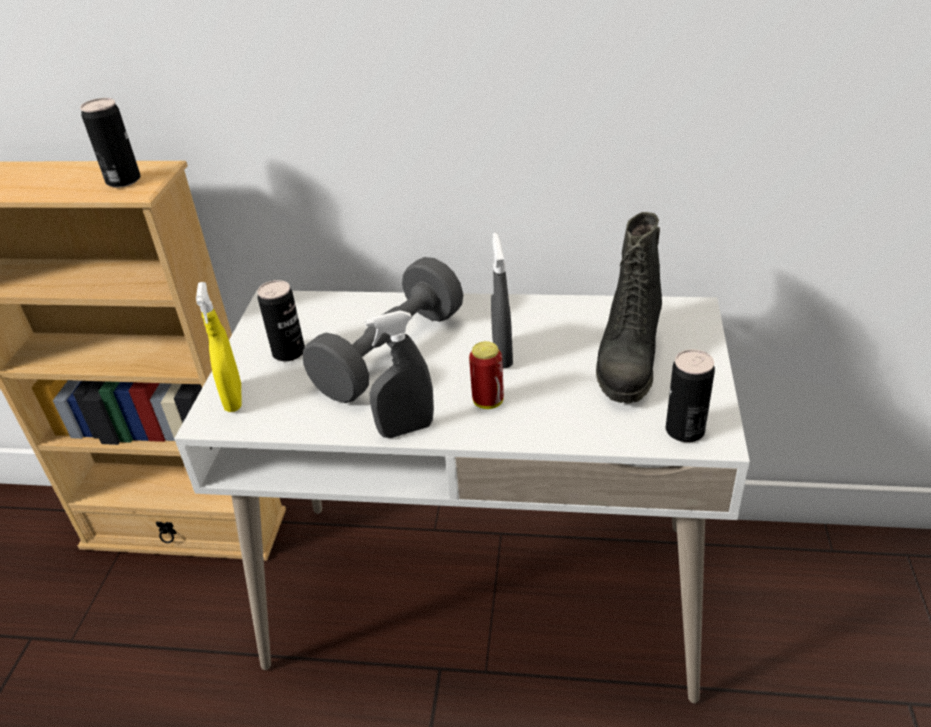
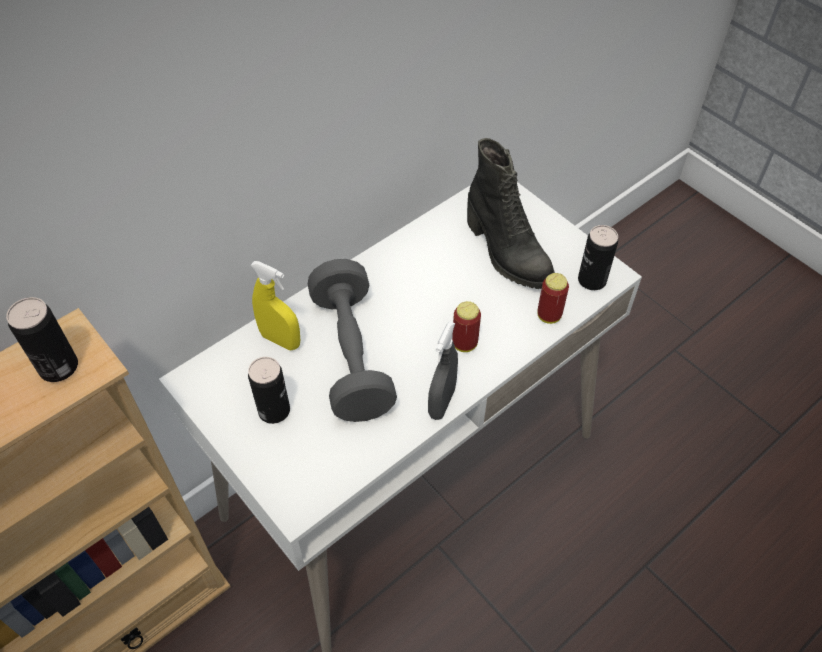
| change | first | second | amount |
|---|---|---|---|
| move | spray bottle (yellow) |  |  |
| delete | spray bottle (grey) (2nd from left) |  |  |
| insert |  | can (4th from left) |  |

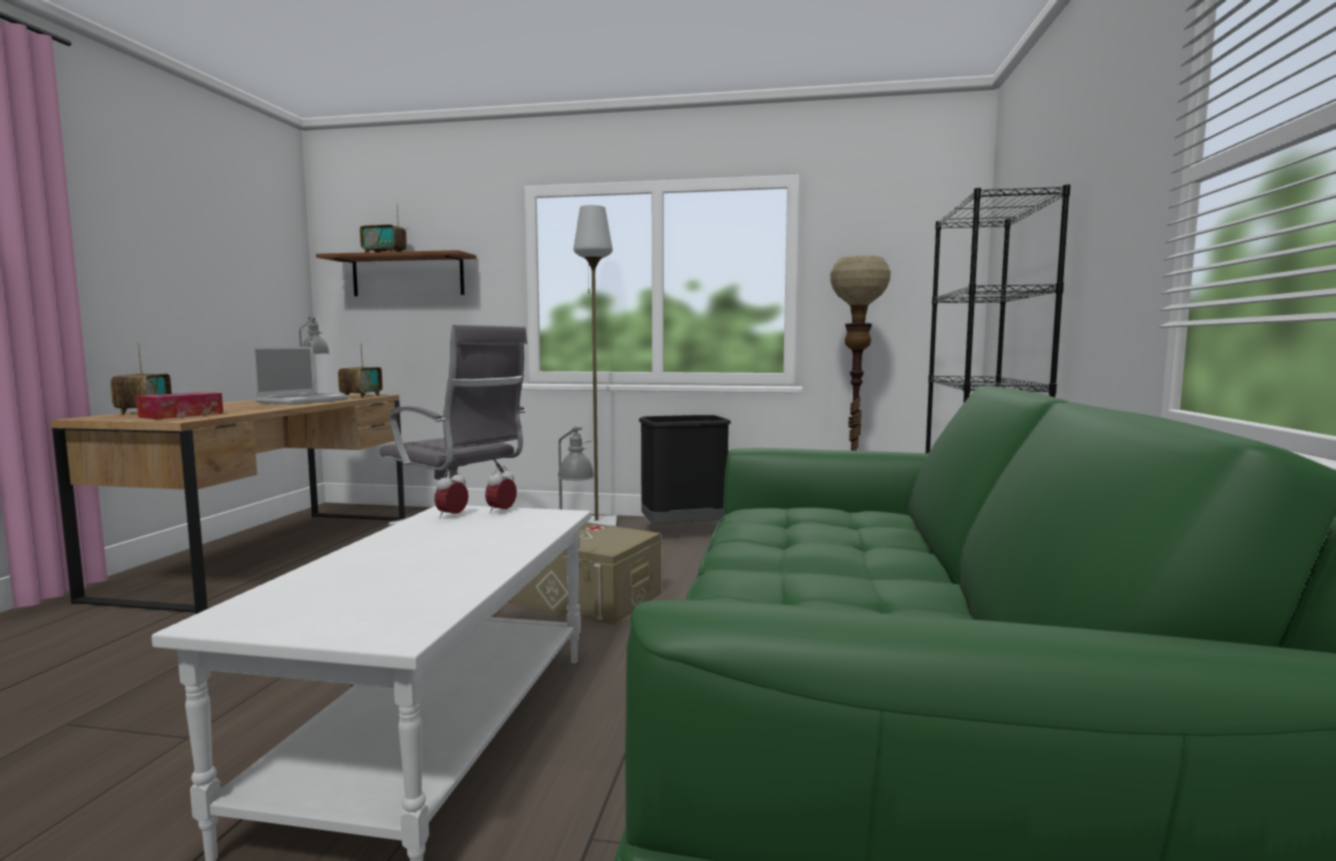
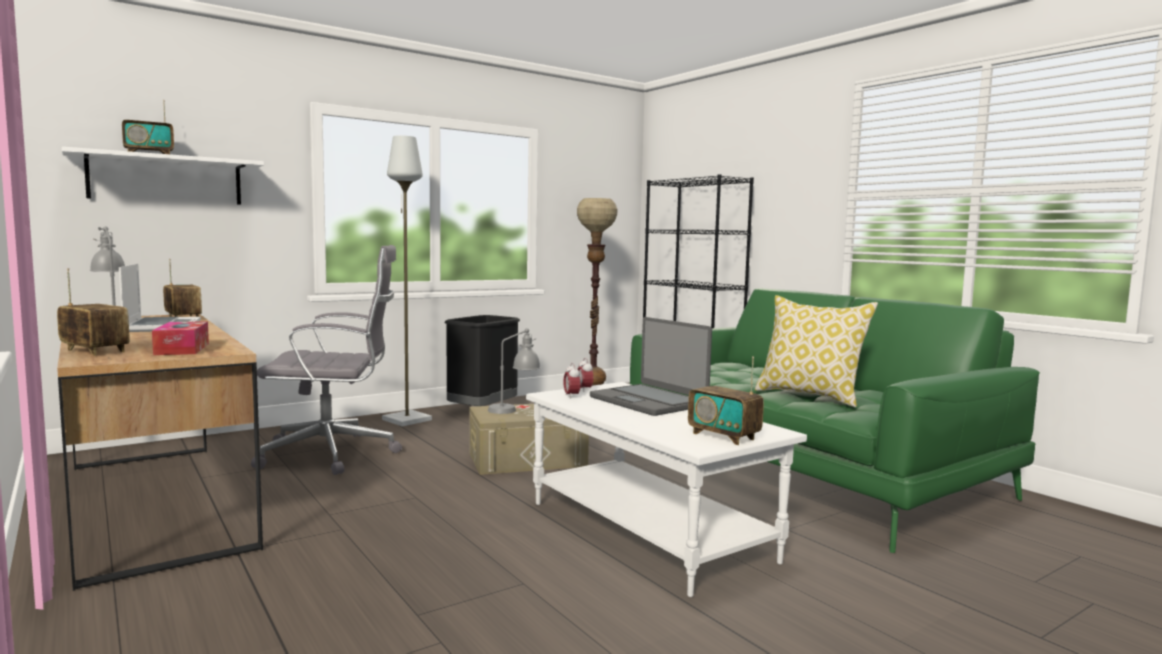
| change | first | second | amount |
|---|---|---|---|
| recolor | shelf (brown) | shelf (white) |  |
| insert |  | laptop (2nd from left) |  |
| insert |  | radio (4th from left) |  |
| insert |  | pillow |  |

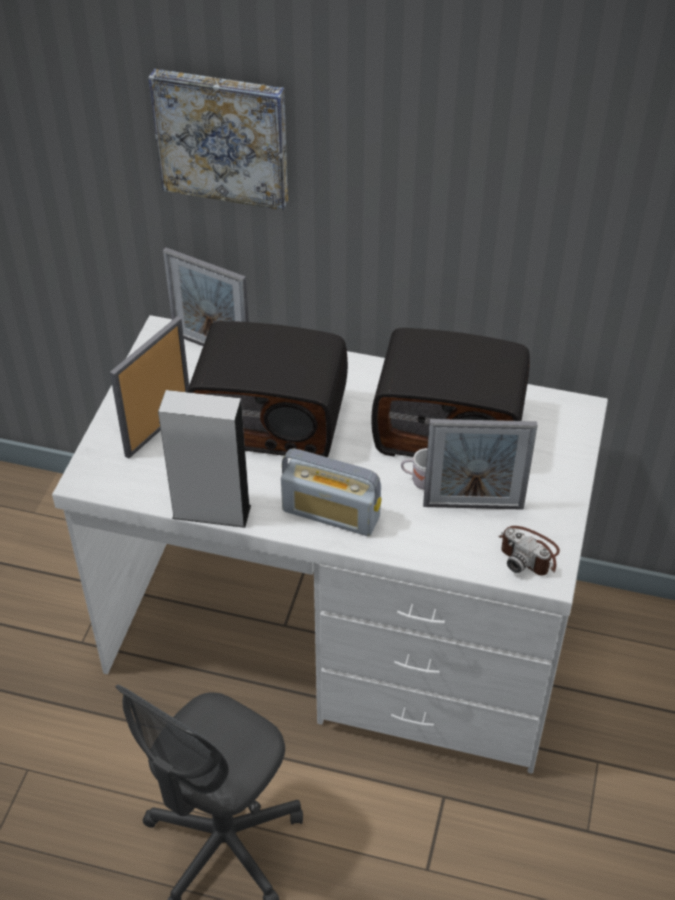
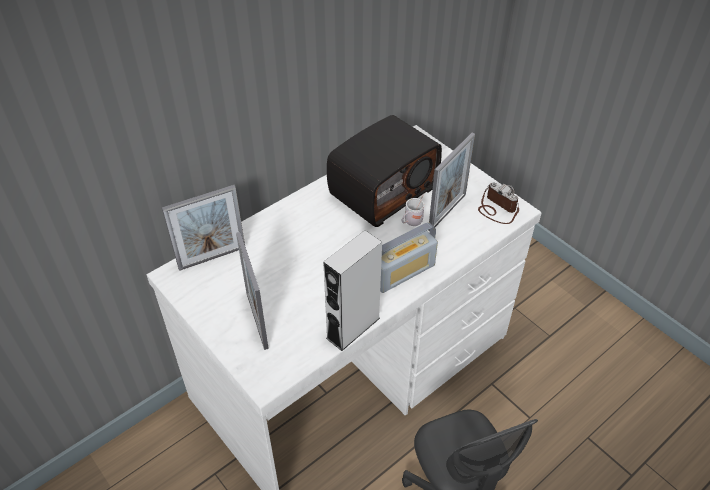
| change | first | second | amount |
|---|---|---|---|
| delete | picture |  |  |
| delete | radio (1st from left) |  |  |
| rotate | photo camera |  | 120 degrees counterclockwise |

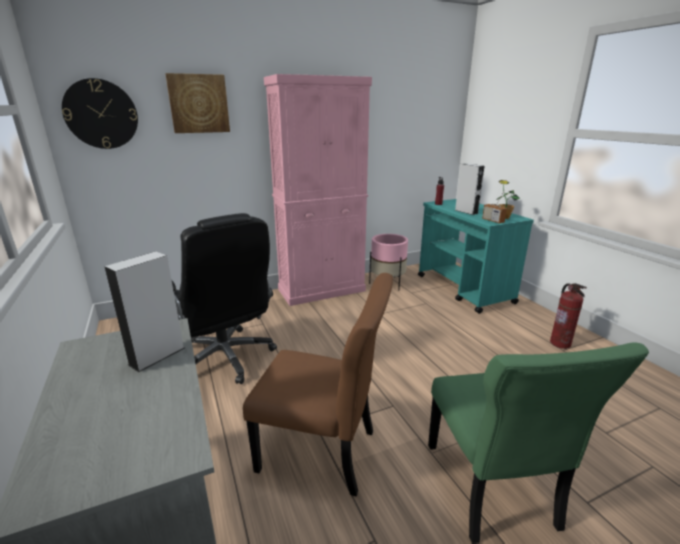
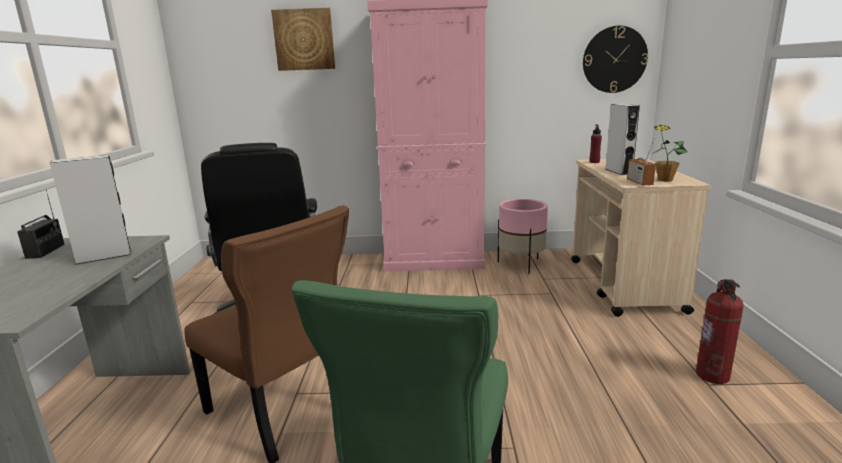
| change | first | second | amount |
|---|---|---|---|
| move | wall clock |  |  |
| recolor | cart (turquoise) | cart (beige) |  |
| insert |  | radio (1st from left) |  |

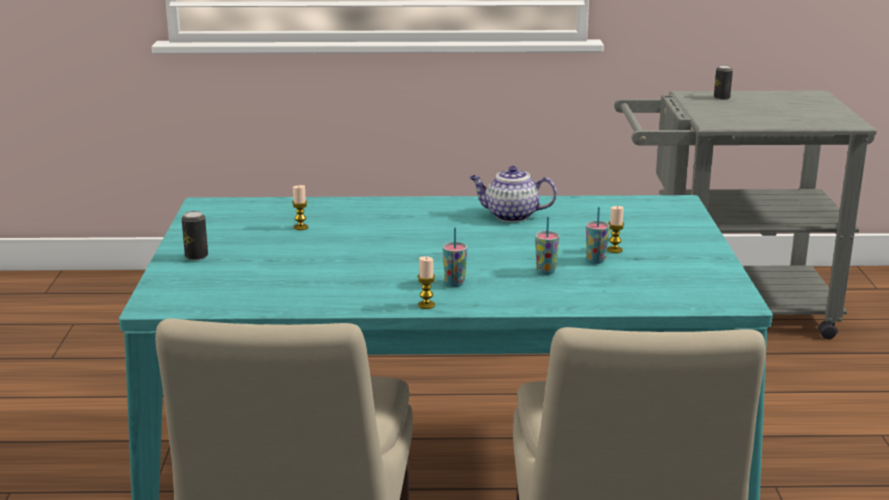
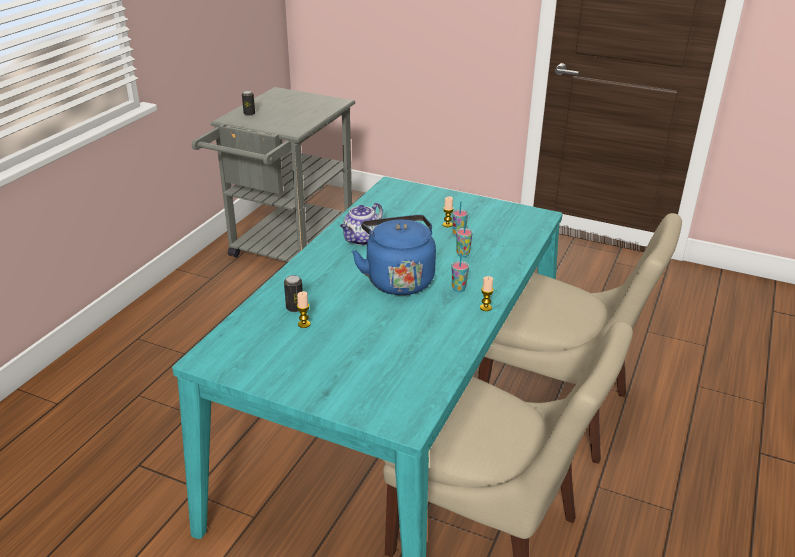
| change | first | second | amount |
|---|---|---|---|
| move | can (1st from left in the first image) | can (2nd from left) |  |
| insert |  | kettle (blue) |  |

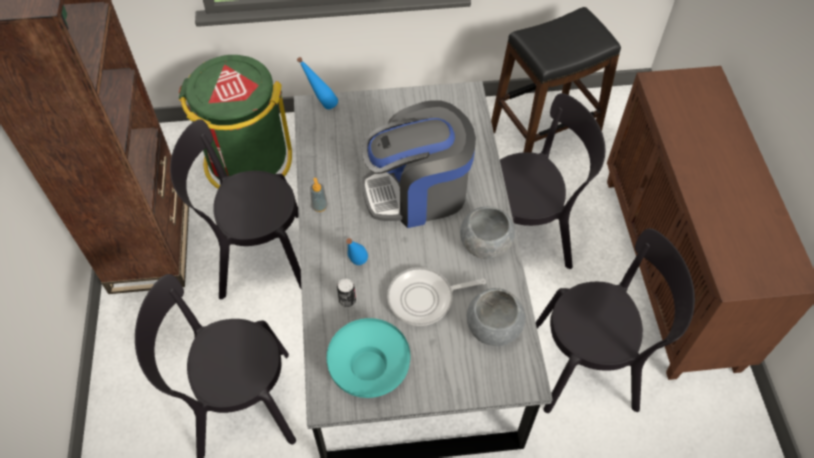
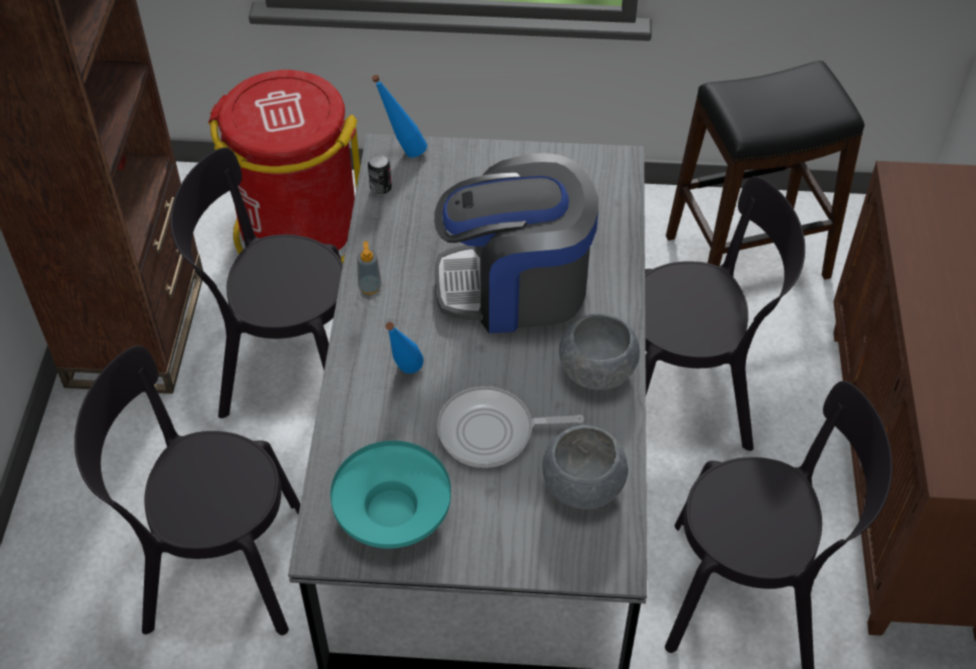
| change | first | second | amount |
|---|---|---|---|
| recolor | trash can (green) | trash can (red) |  |
| move | can |  |  |

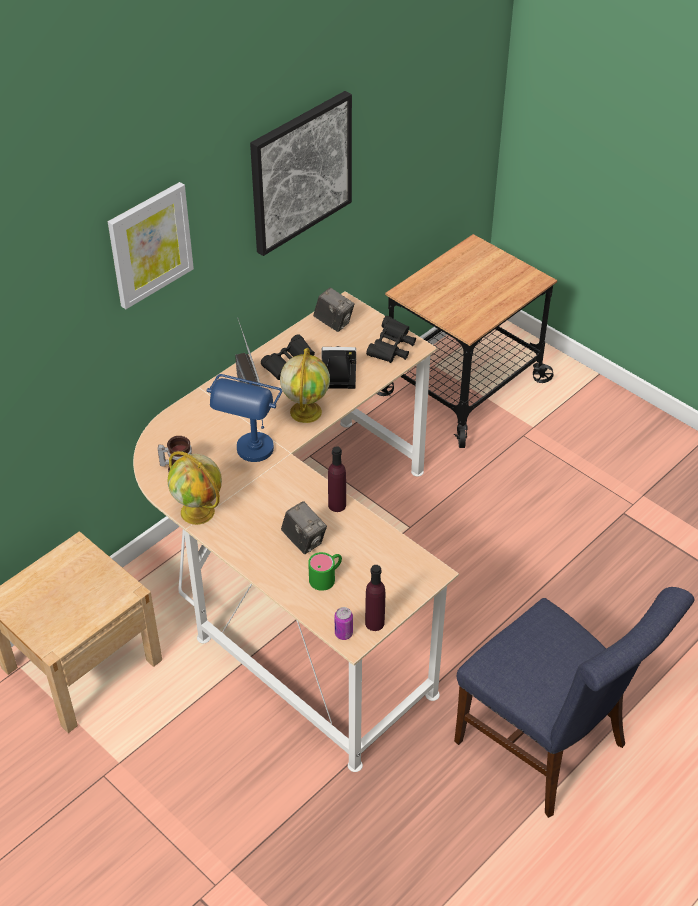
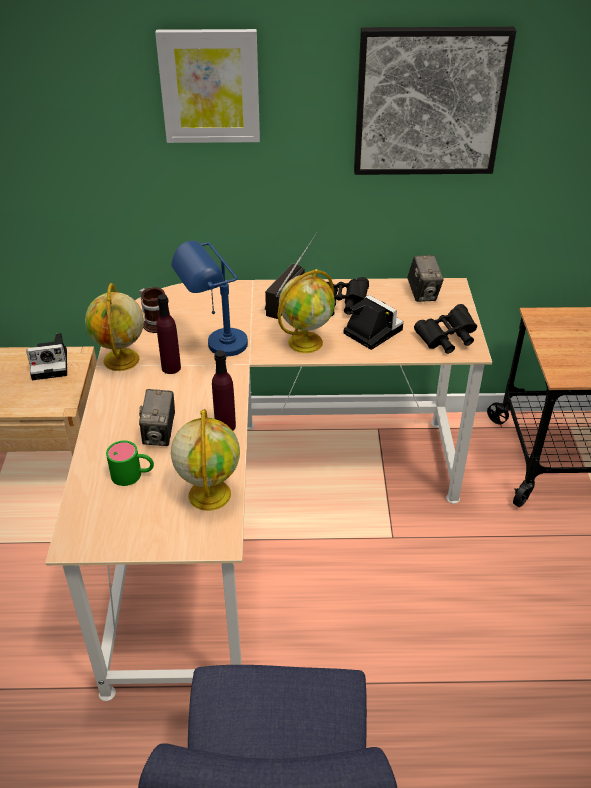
| change | first | second | amount |
|---|---|---|---|
| delete | can |  |  |
| move | bottle (purple) (2nd from left in the first image) | bottle (purple) (1st from left) |  |
| insert |  | photo camera (1st from left) |  |
| insert |  | globe (2nd from left) |  |

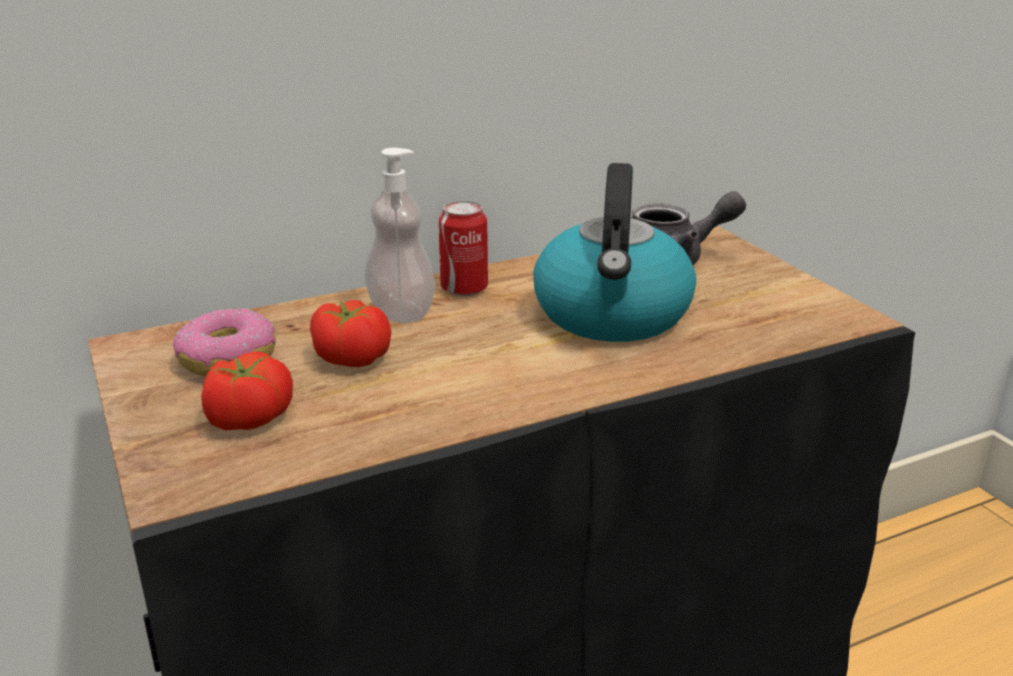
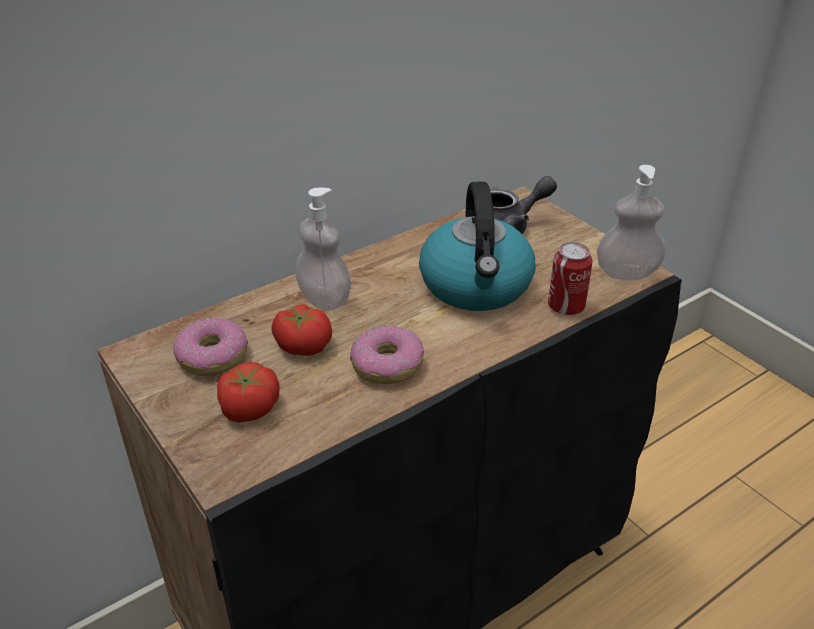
| change | first | second | amount |
|---|---|---|---|
| move | can |  |  |
| insert |  | donut (2nd from left) |  |
| insert |  | soap dispenser (2nd from left) |  |

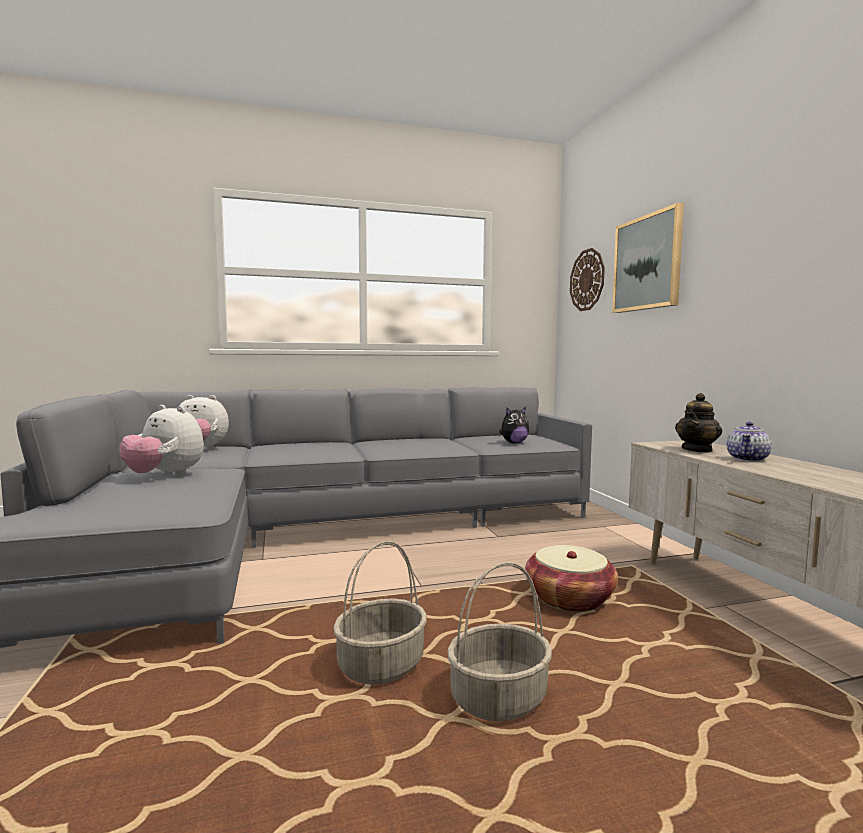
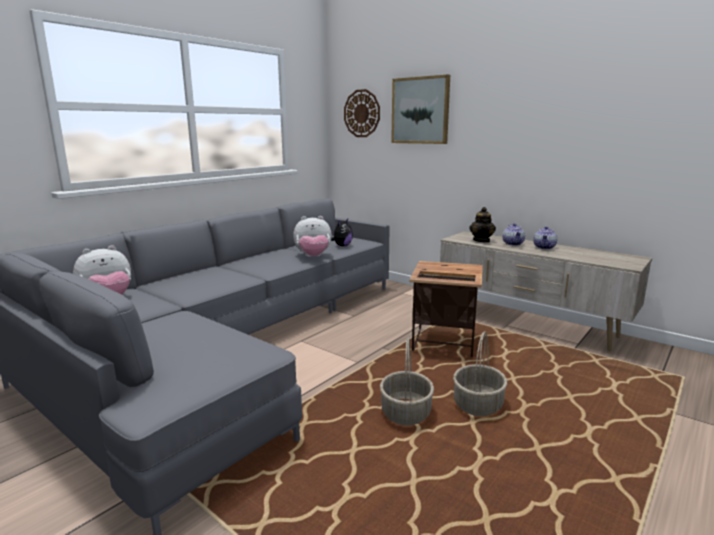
| change | first | second | amount |
|---|---|---|---|
| move | plush toy (1st from left in the first image) | plush toy (2nd from left) |  |
| replace | basket (3rd from left) | side table |  |
| insert |  | teapot (3rd from left) |  |

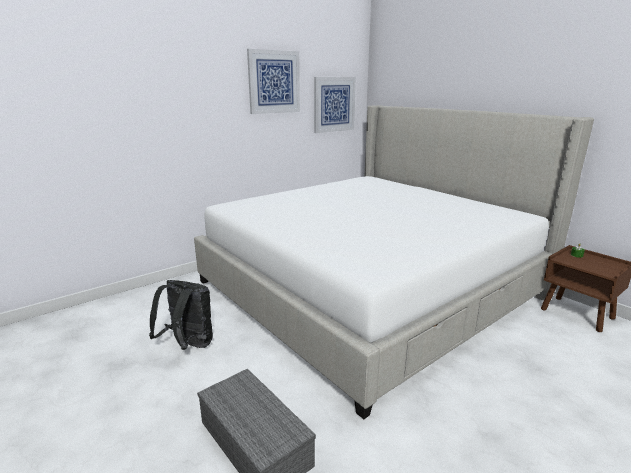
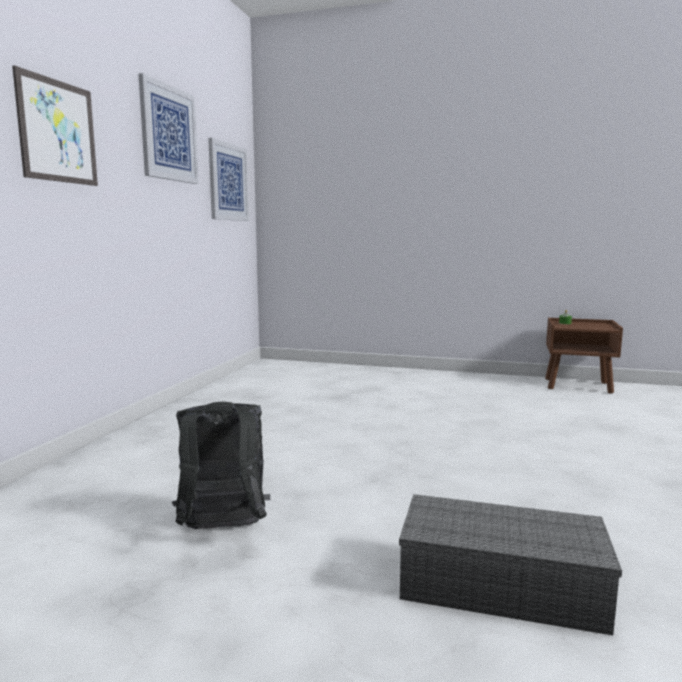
| change | first | second | amount |
|---|---|---|---|
| delete | bed |  |  |
| insert |  | picture (1st from left) |  |

